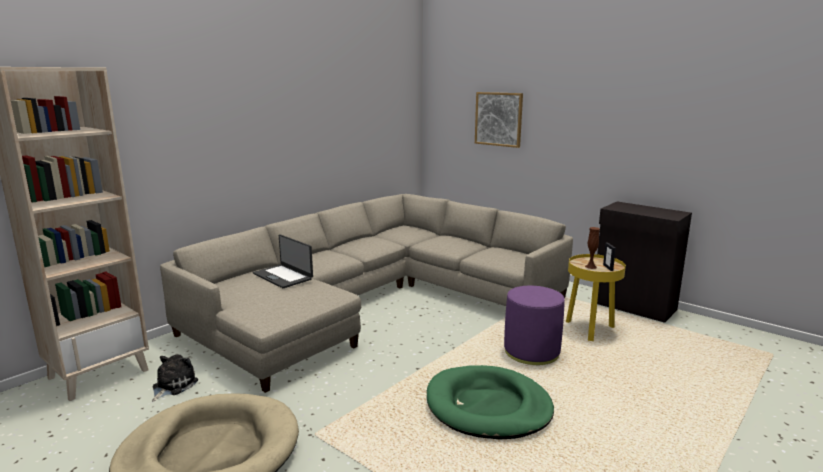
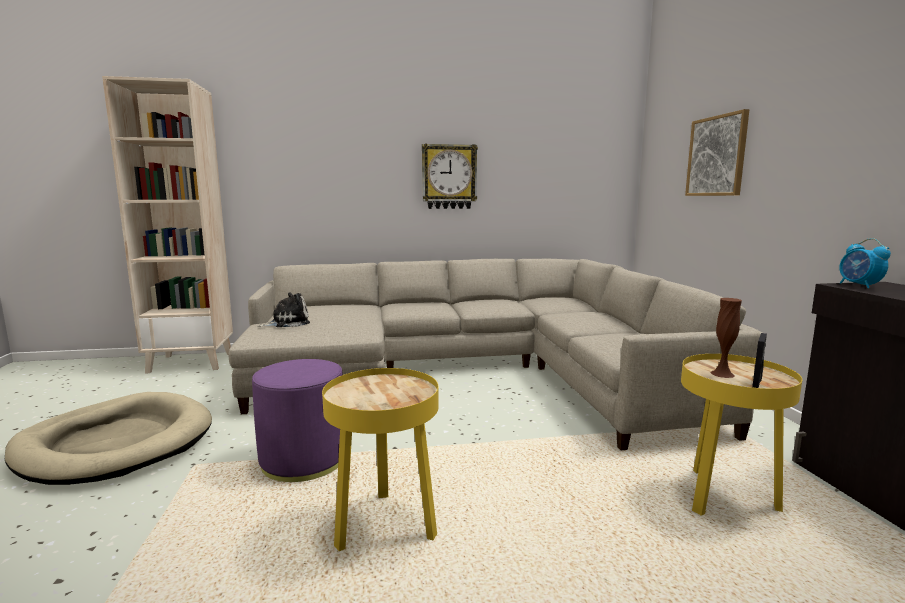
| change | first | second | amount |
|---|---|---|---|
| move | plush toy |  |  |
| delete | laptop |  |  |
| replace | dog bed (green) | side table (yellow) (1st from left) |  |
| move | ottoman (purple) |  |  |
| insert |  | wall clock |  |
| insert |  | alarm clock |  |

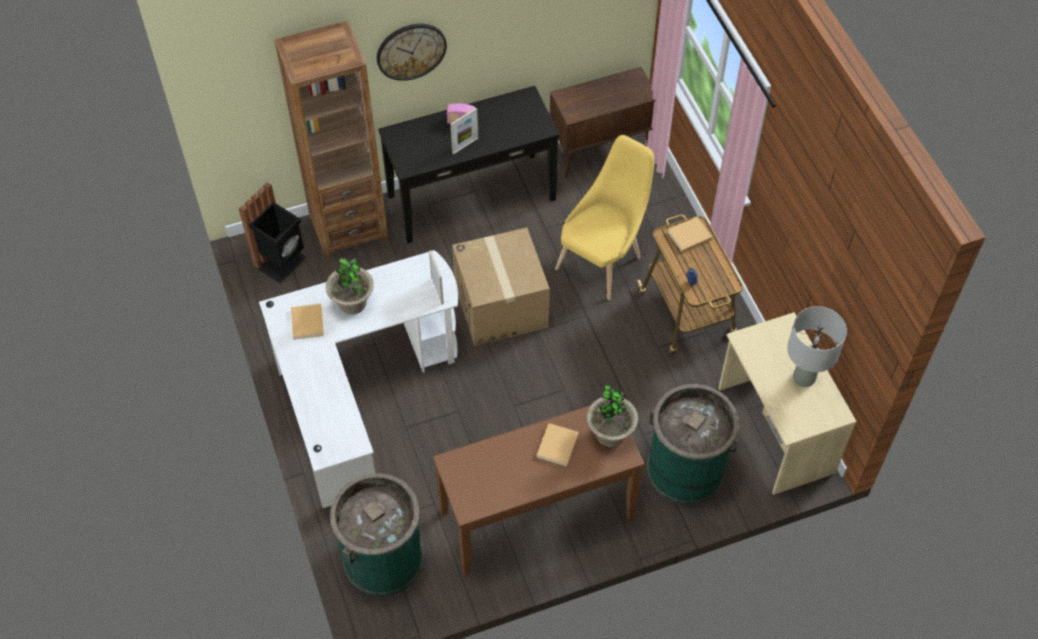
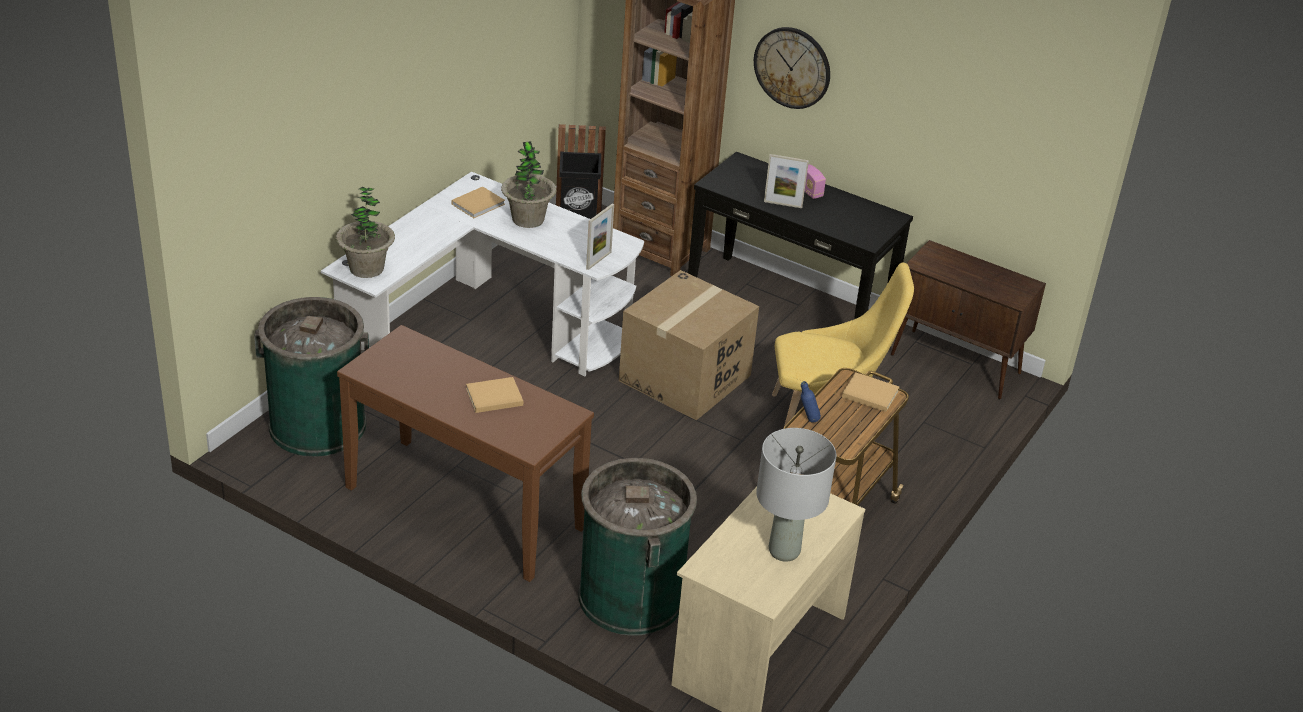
| change | first | second | amount |
|---|---|---|---|
| move | potted plant (2nd from left in the first image) | potted plant (1st from left) |  |

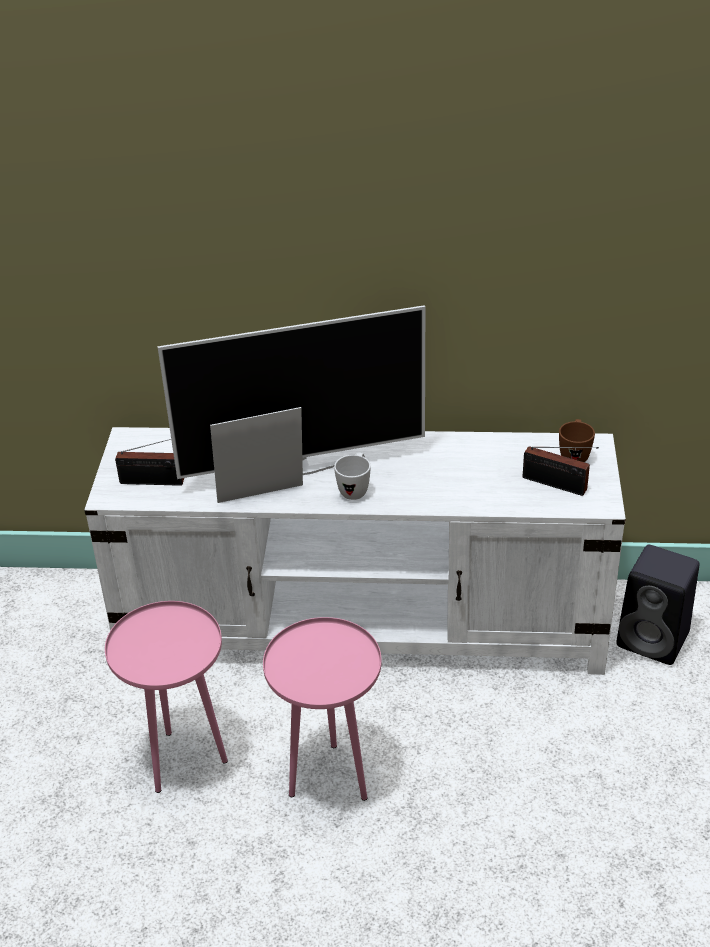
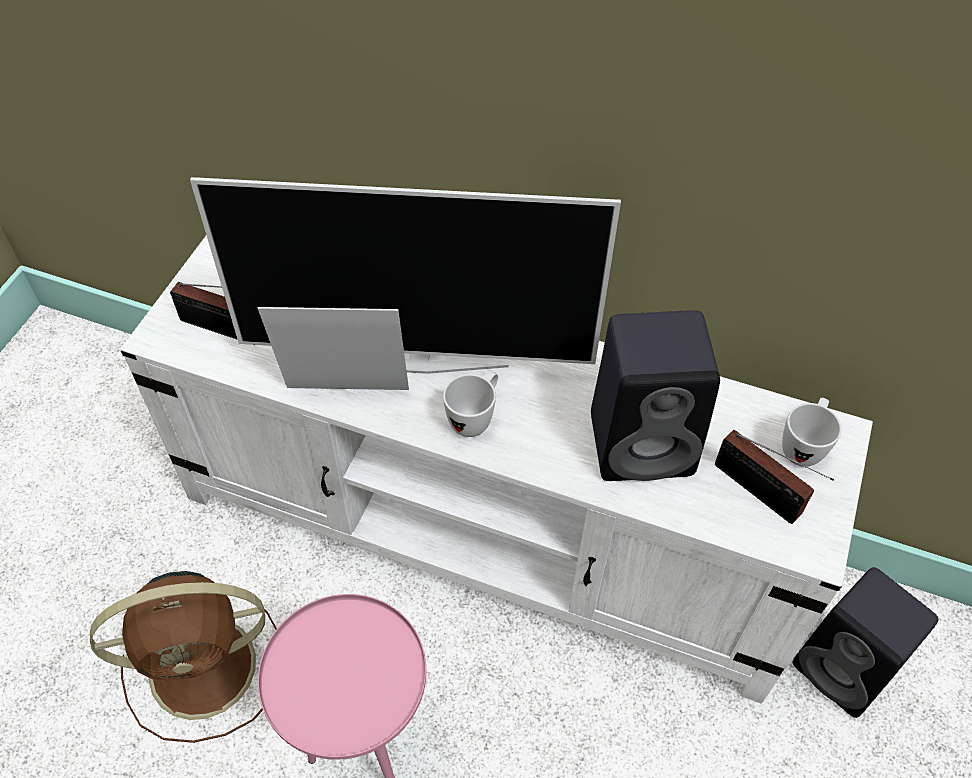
| change | first | second | amount |
|---|---|---|---|
| replace | side table (pink) (1st from left) | fan (brown) |  |
| recolor | mug (brown) | mug (white) (2nd from left) |  |
| insert |  | speaker (black) (1st from left) |  |

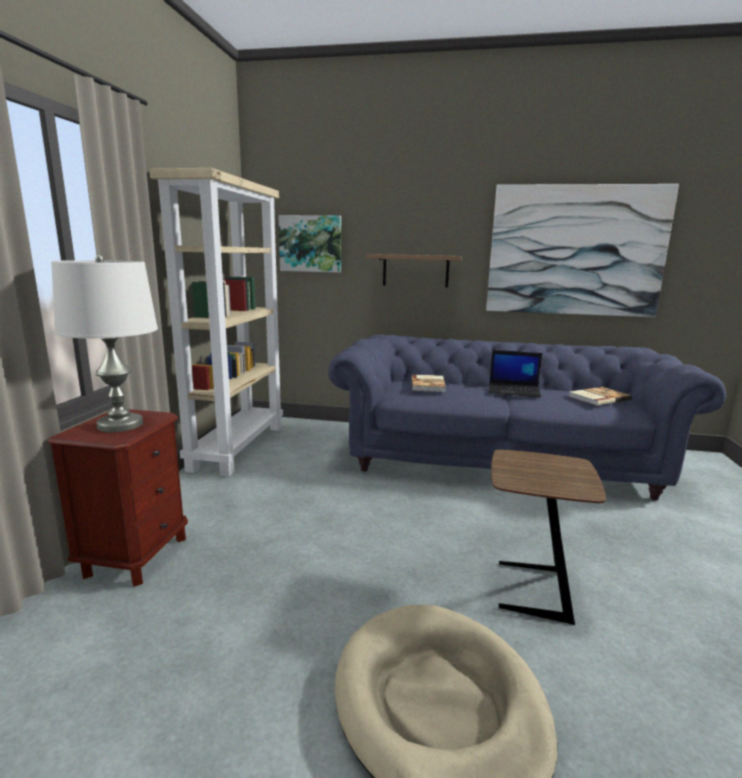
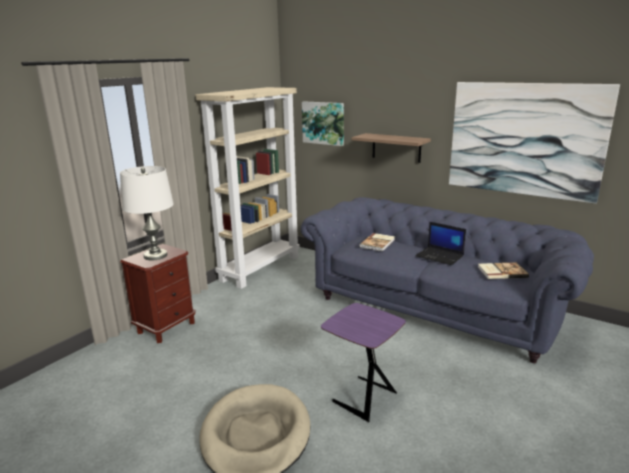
| change | first | second | amount |
|---|---|---|---|
| recolor | side table (brown) | side table (purple) |  |

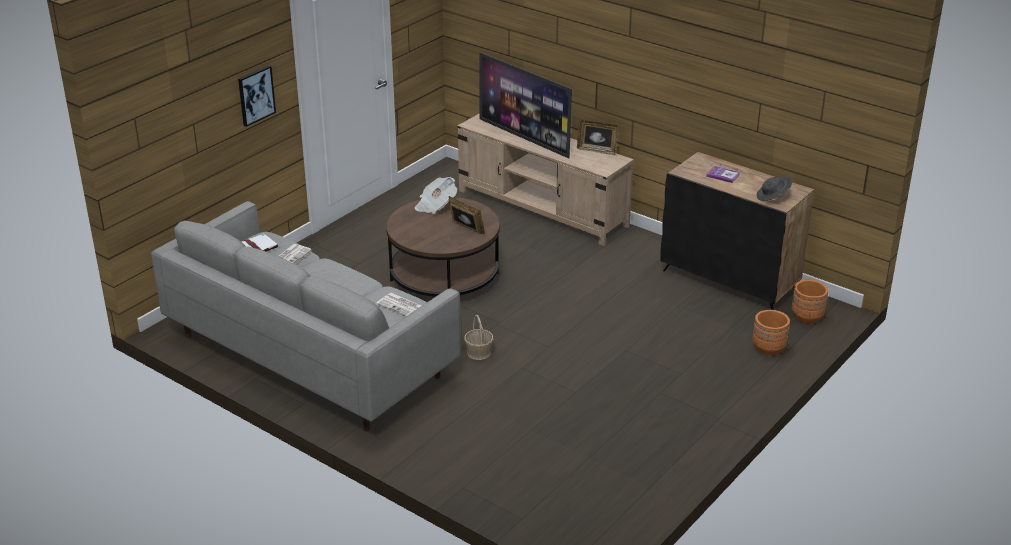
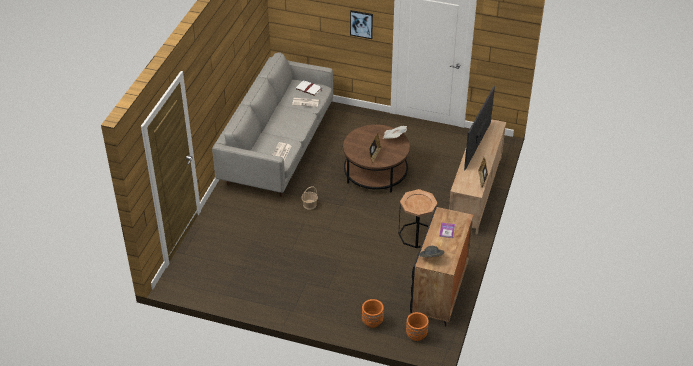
| change | first | second | amount |
|---|---|---|---|
| insert |  | side table (brown) |  |

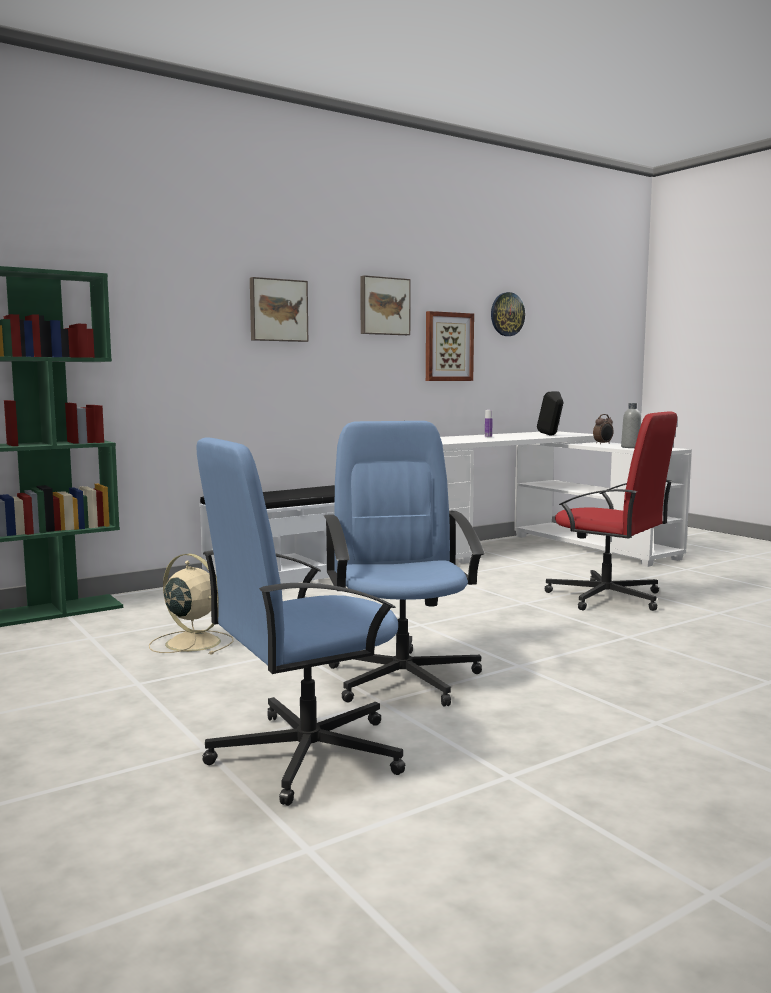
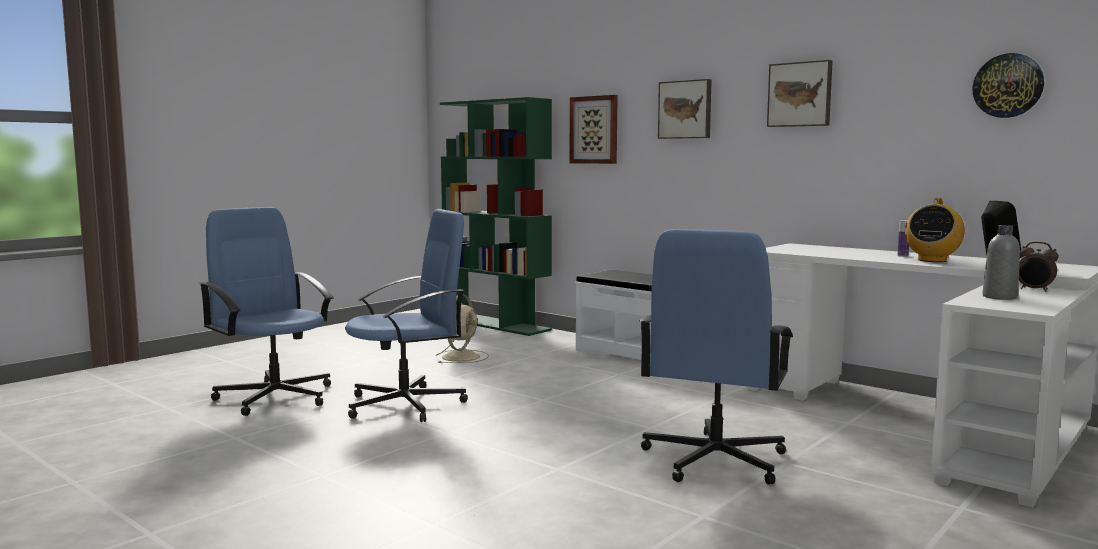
| change | first | second | amount |
|---|---|---|---|
| move | picture (3rd from left in the first image) | picture (1st from left) |  |
| recolor | office chair (red) | office chair (blue) (3rd from left) |  |
| insert |  | radio |  |

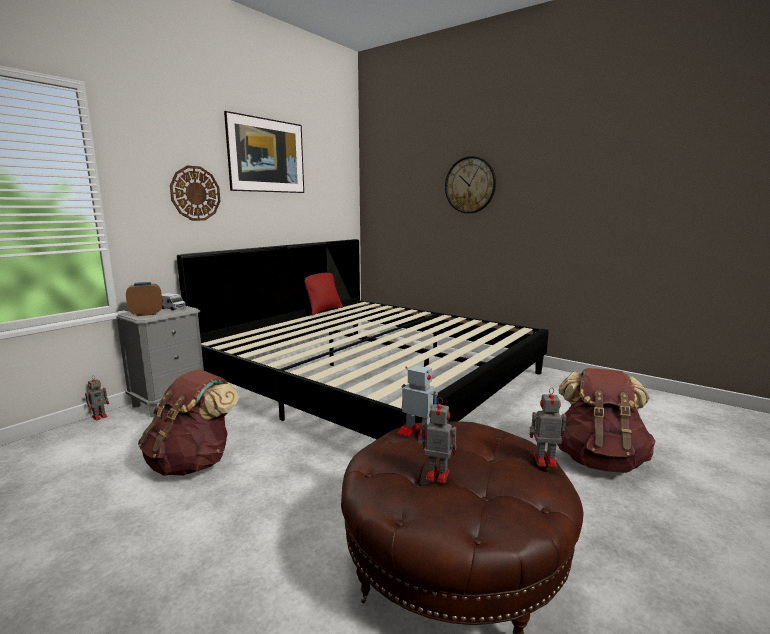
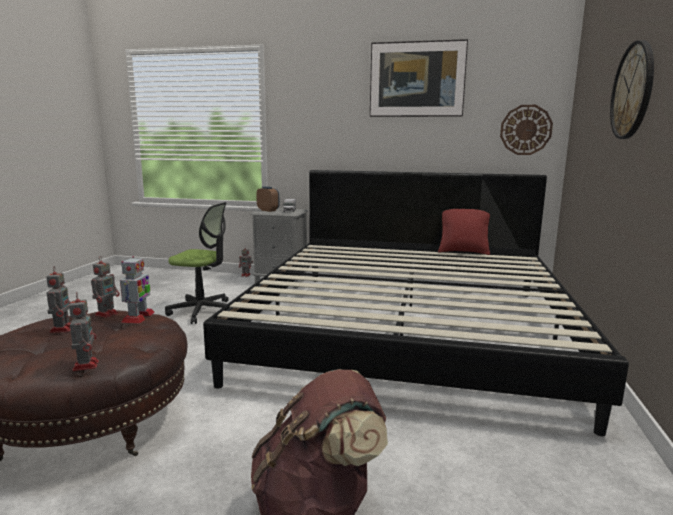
| change | first | second | amount |
|---|---|---|---|
| replace | backpack (brown) (1st from left) | office chair |  |
| move | wall clock (1st from left) |  |  |
| insert |  | toy robot (3rd from left) |  |

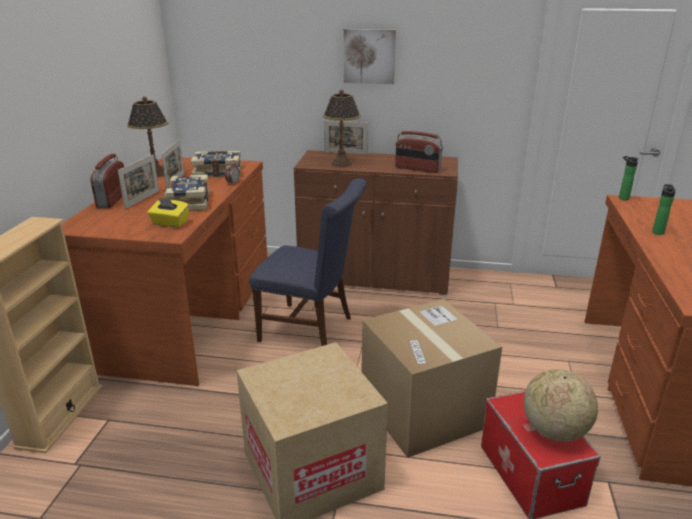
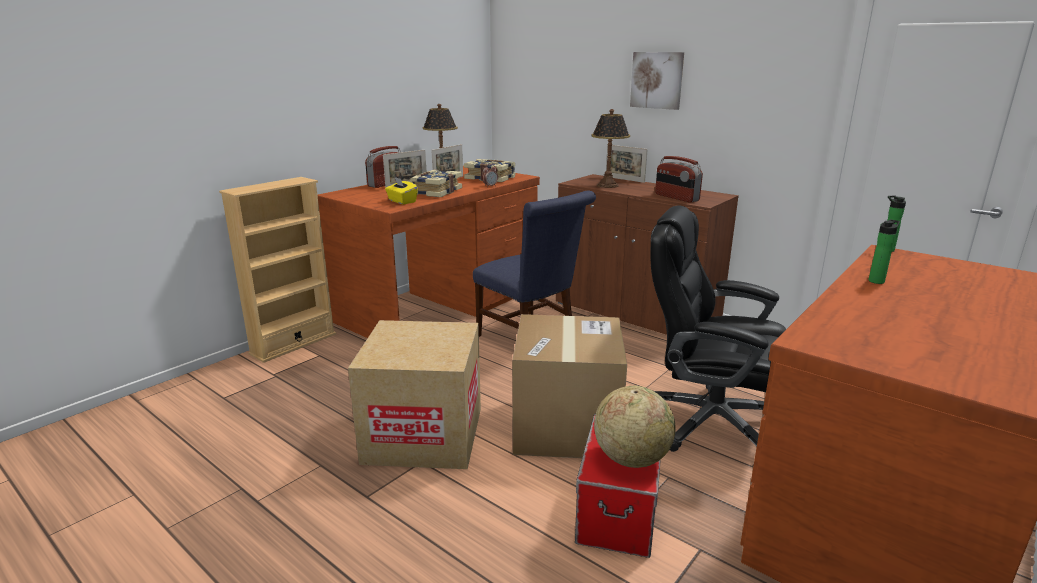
| change | first | second | amount |
|---|---|---|---|
| insert |  | office chair (black) |  |

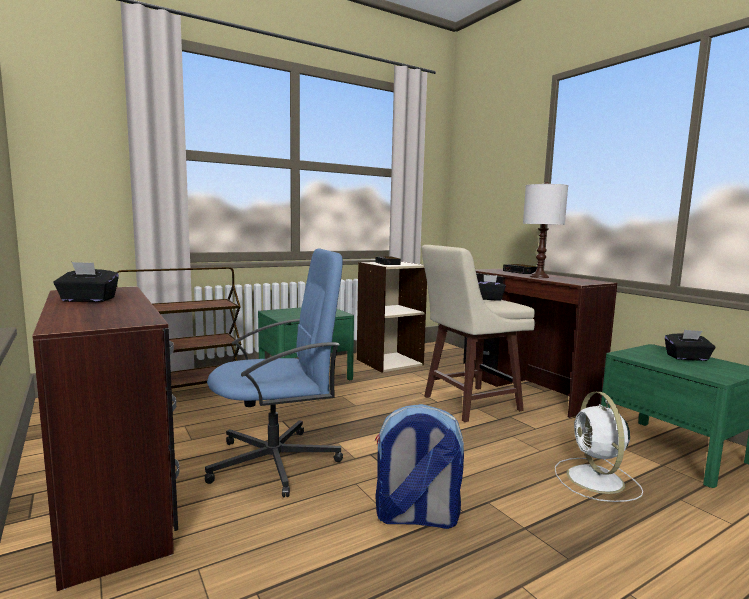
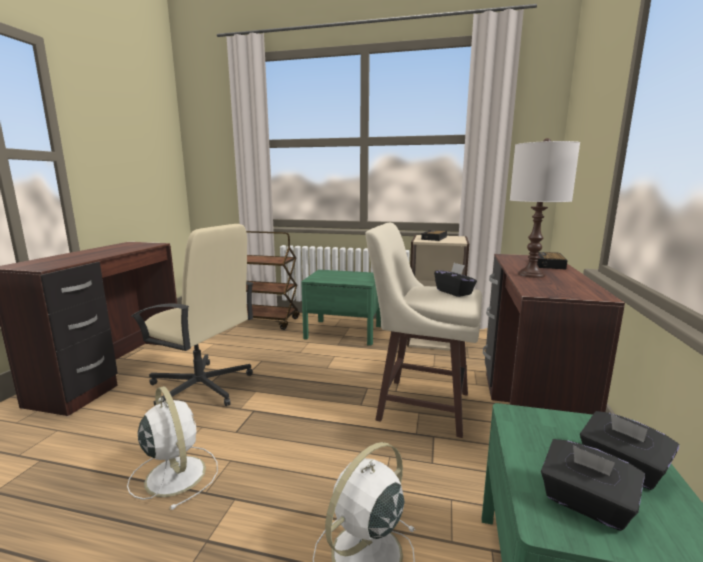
| change | first | second | amount |
|---|---|---|---|
| move | tissue box (black) (1st from left in the first image) | tissue box (black) (2nd from left) |  |
| recolor | office chair (blue) | office chair (beige) |  |
| replace | backpack | fan (white) (1st from left) |  |

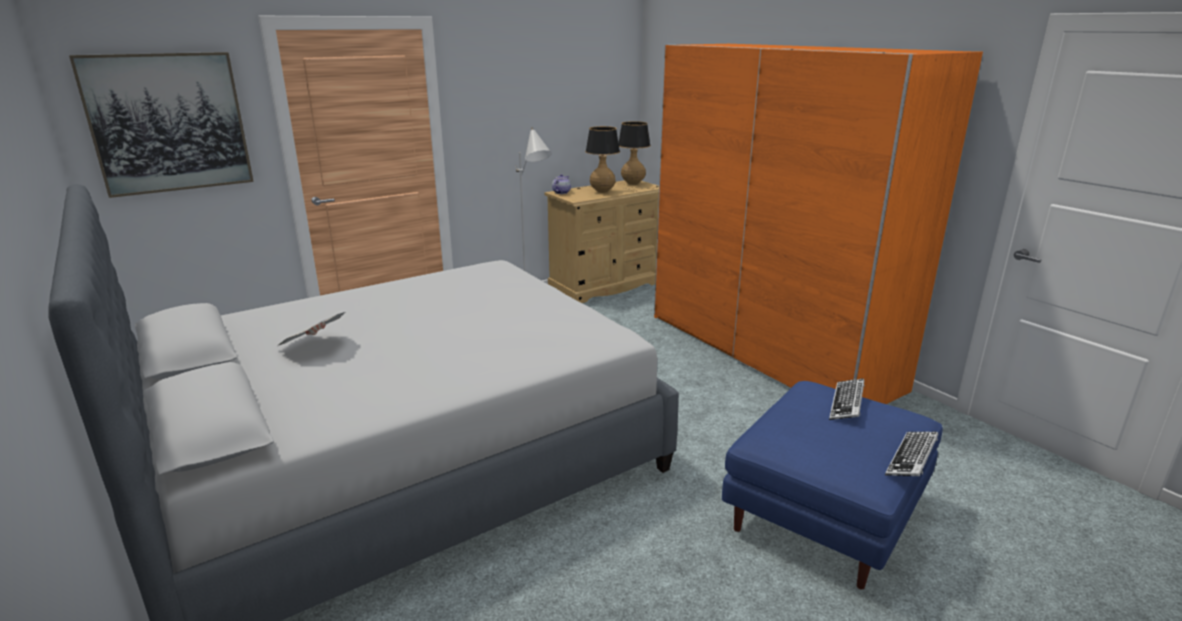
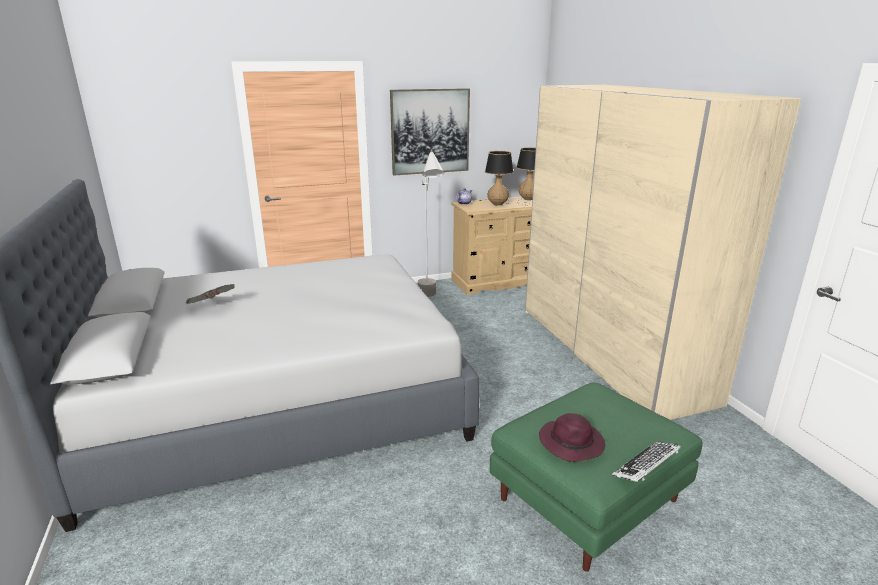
| change | first | second | amount |
|---|---|---|---|
| move | picture |  |  |
| recolor | wardrobe (orange) | wardrobe (beige) |  |
| recolor | ottoman (blue) | ottoman (green) |  |
| delete | keyboard (1st from left) |  |  |
| insert |  | hat (purple) |  |

